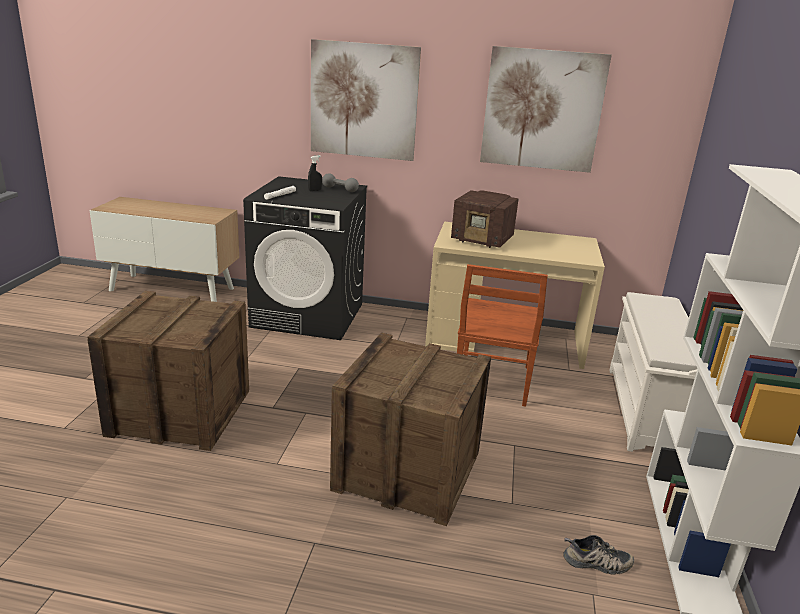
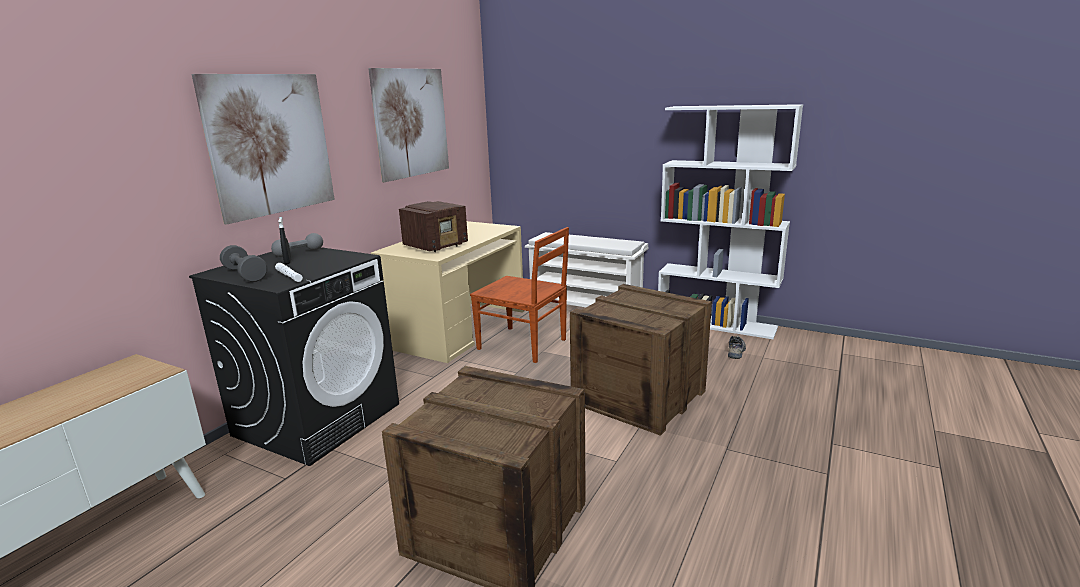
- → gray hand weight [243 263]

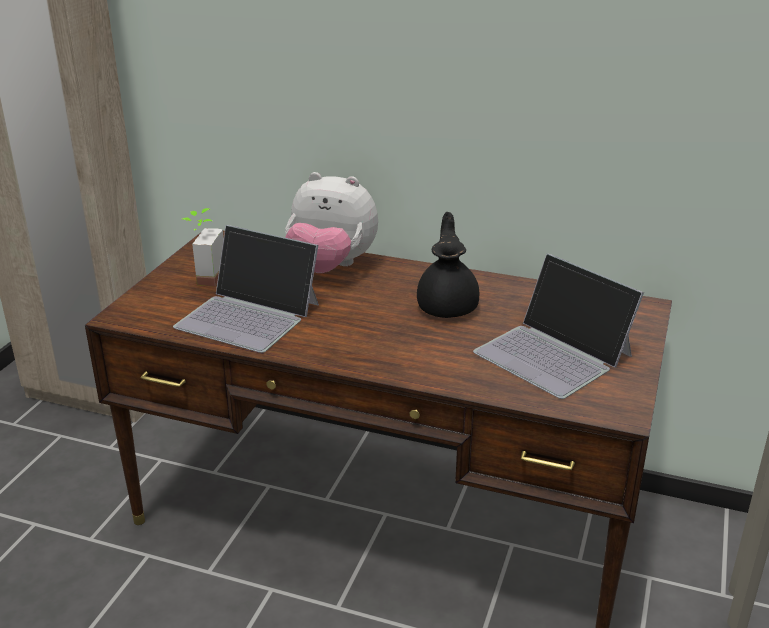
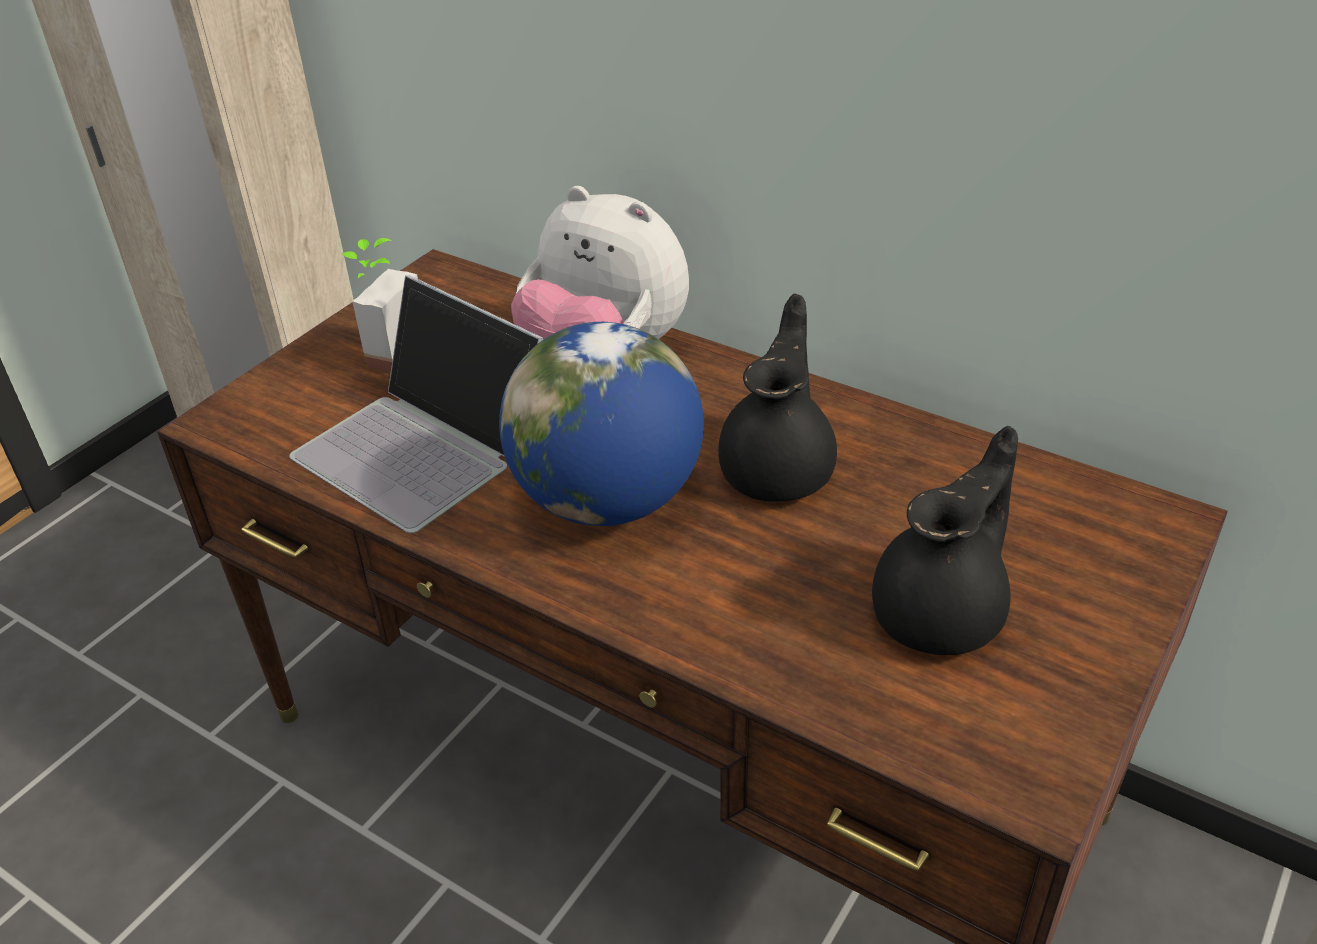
- → globe [601 424]
laptop [558 326] → black-coloured pot for tea [945 540]

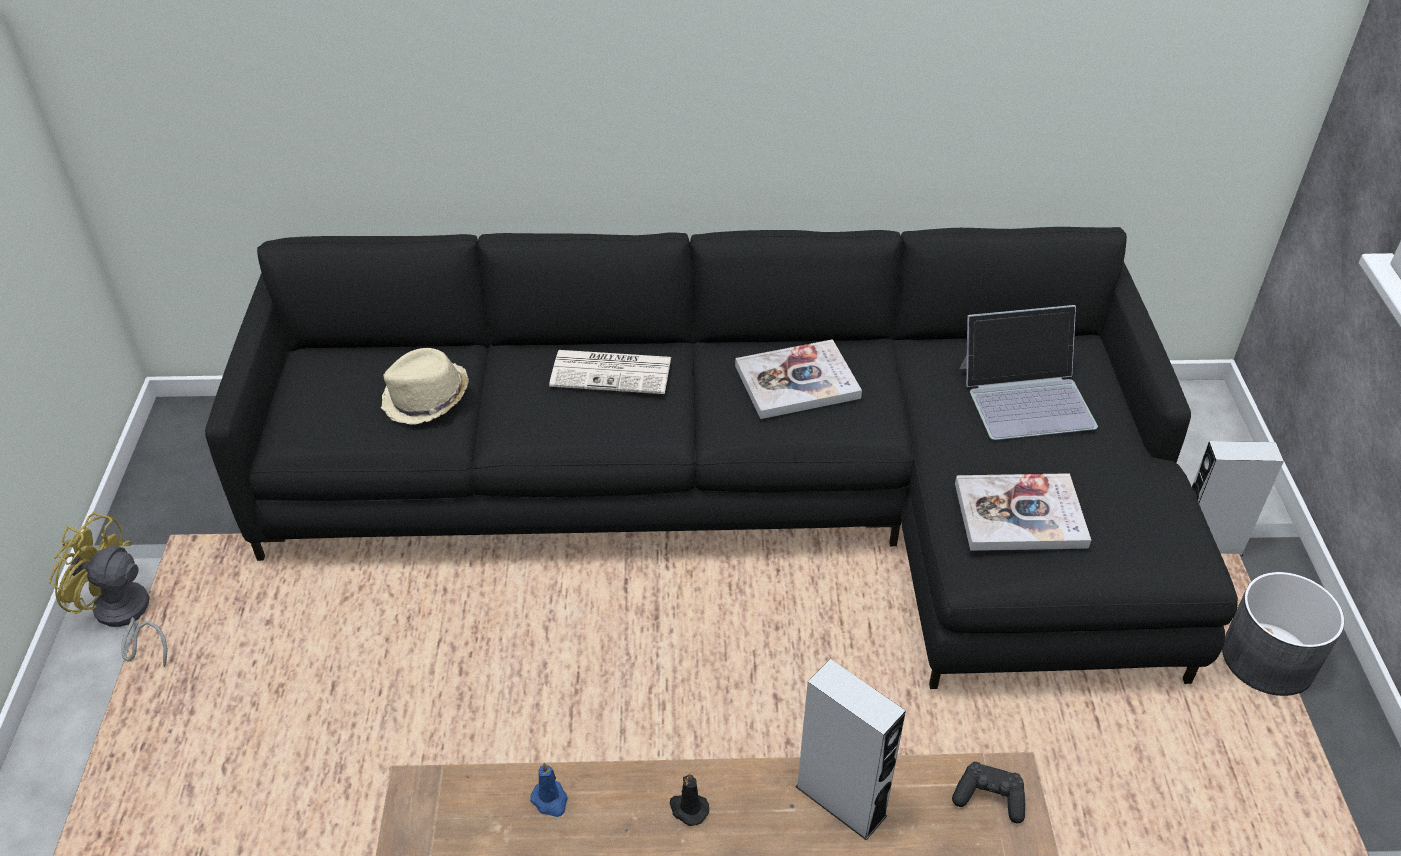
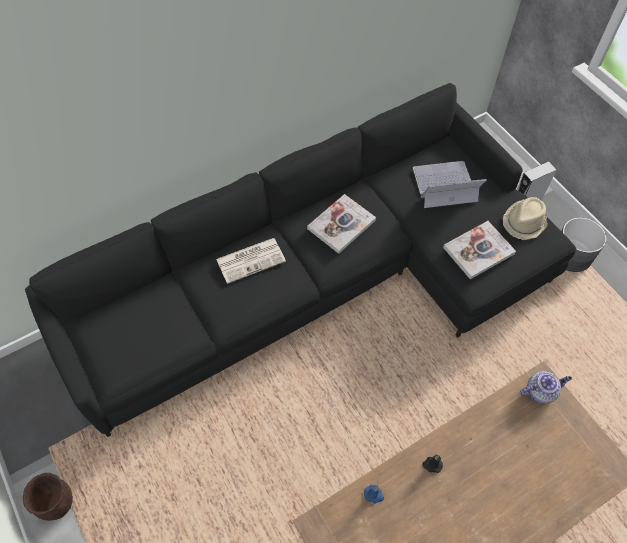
gray audio speaker [850 749] → -
sand-coloured wearable hat [425 386] → sand-coloured wearable hat [525 218], relocated
yellow electric fan [108 589] → brown flower pot [48 497]
black-coloured gamepad [988 792] → pot for tea [546 387]
laptop [1028 372] → laptop [450 184], 150 degrees counterclockwise

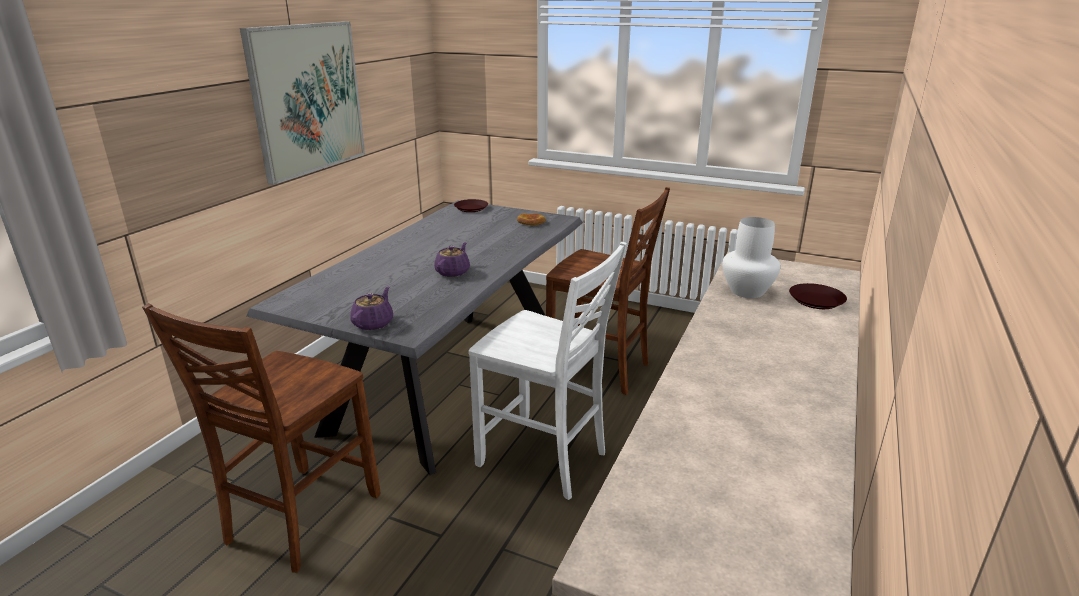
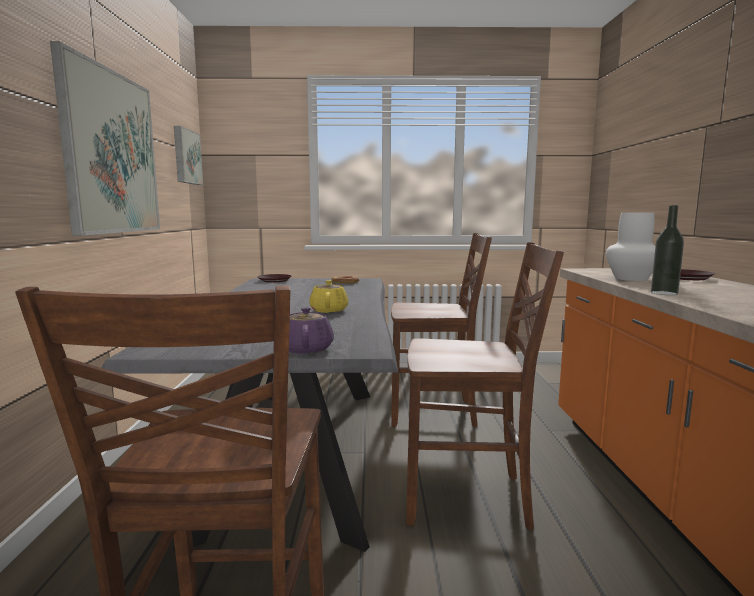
- → wall picture [188 155]
- → bottle [667 250]
purple pot for tea [452 259] → yellow pot for tea [329 296]
white-coloured plain chair [548 371] → brown plain chair [485 386]

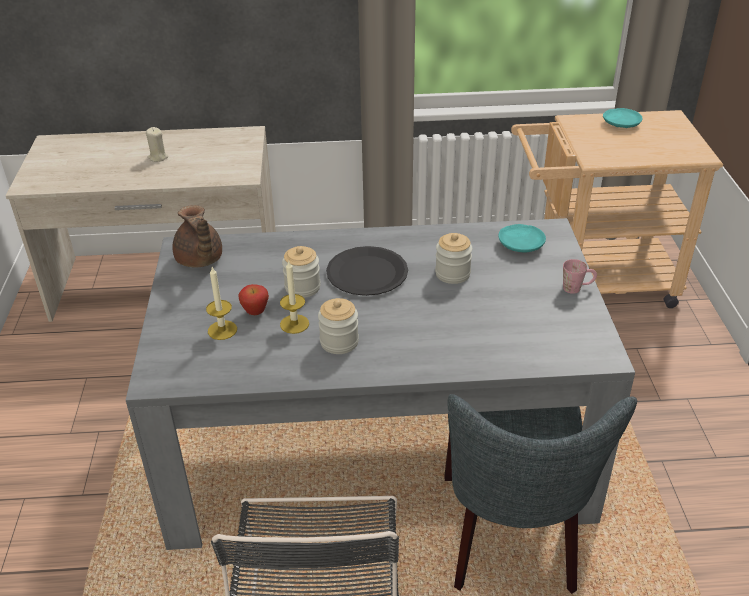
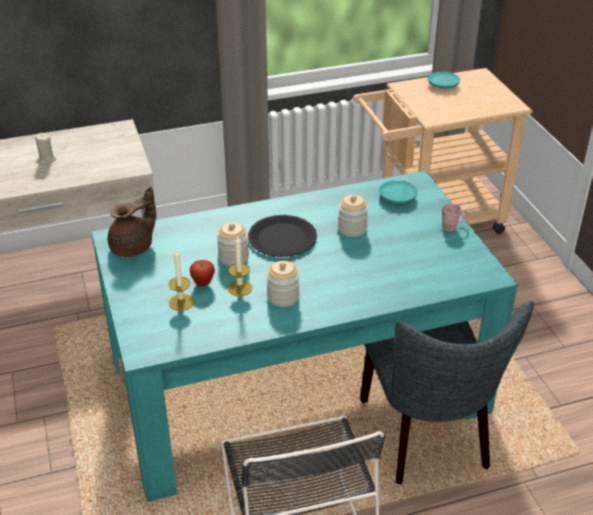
gray kitchen table [380 384] → turquoise-coloured kitchen table [304 336]
brown pot for tea [197 236] → brown pot for tea [132 222], 90 degrees counterclockwise

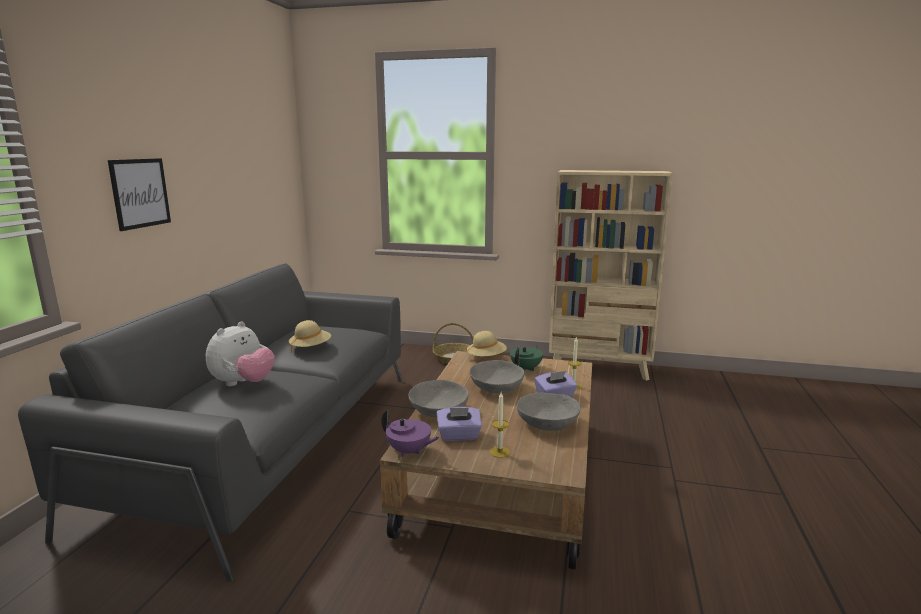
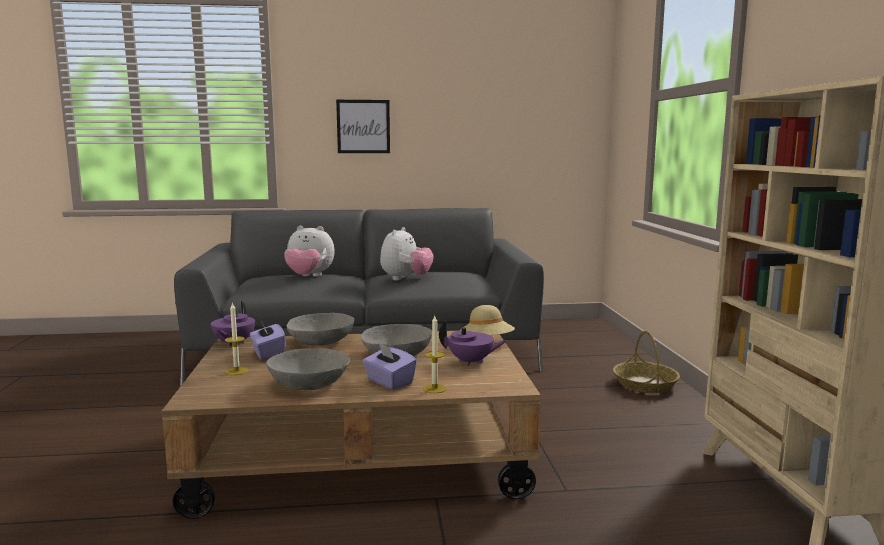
sand-coloured wearable hat [310 336] → soft toy [406 254]
green-coloured pot for tea [526 358] → purple pot for tea [473 343]

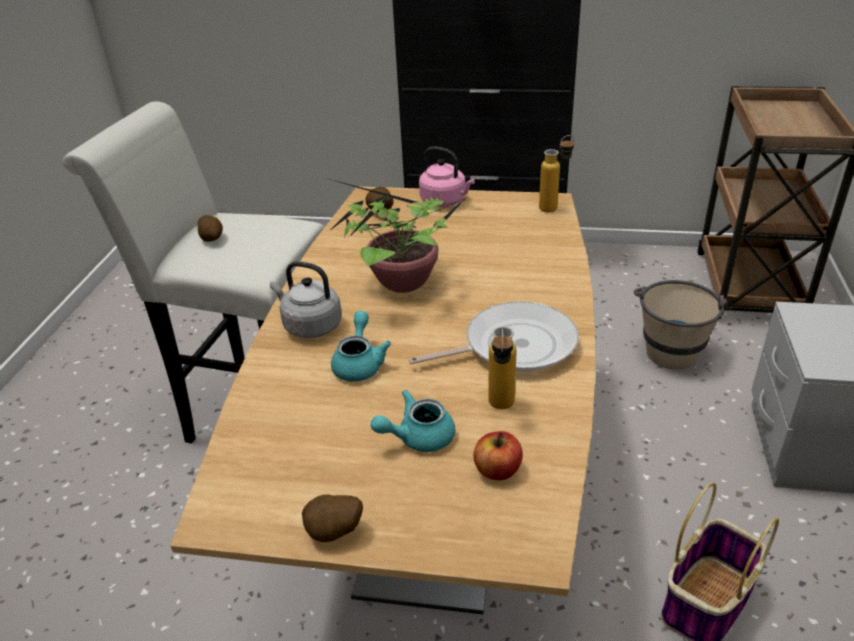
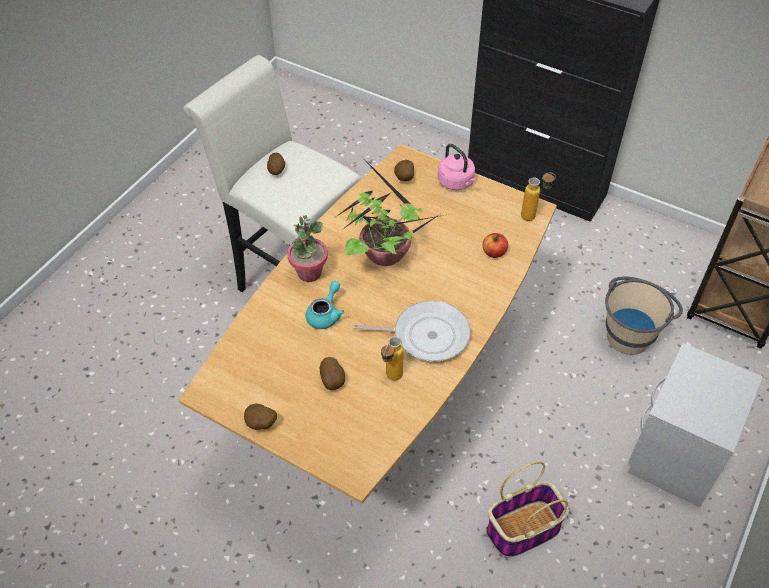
apple fruit [498 455] → apple fruit [495 245], relocated
gray tea kettle [306 299] → potted plant [307 248]
turquoise-coloured pot for tea [413 421] → whole potato [332 373]

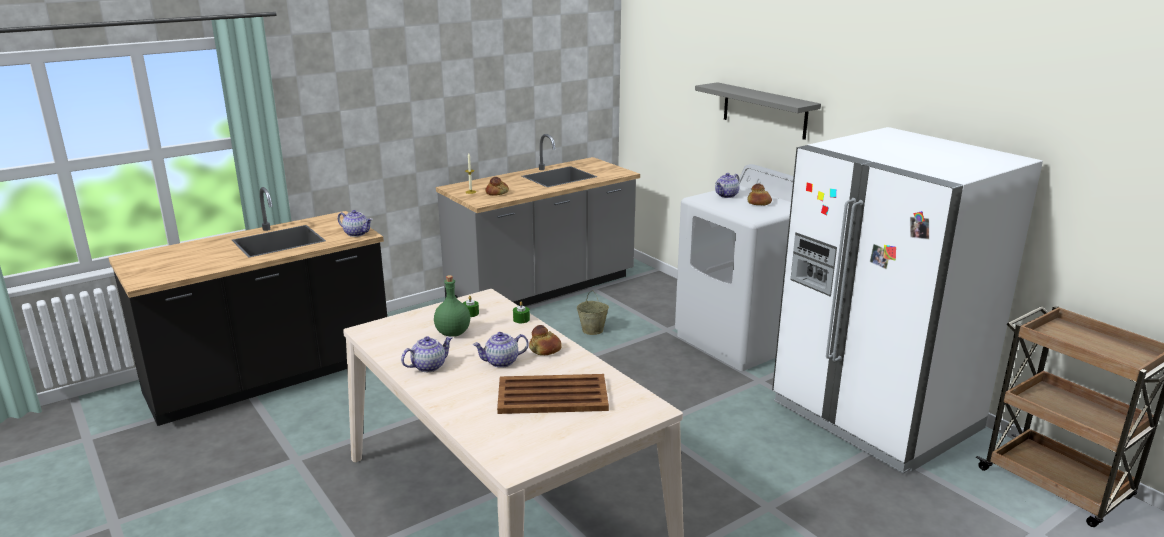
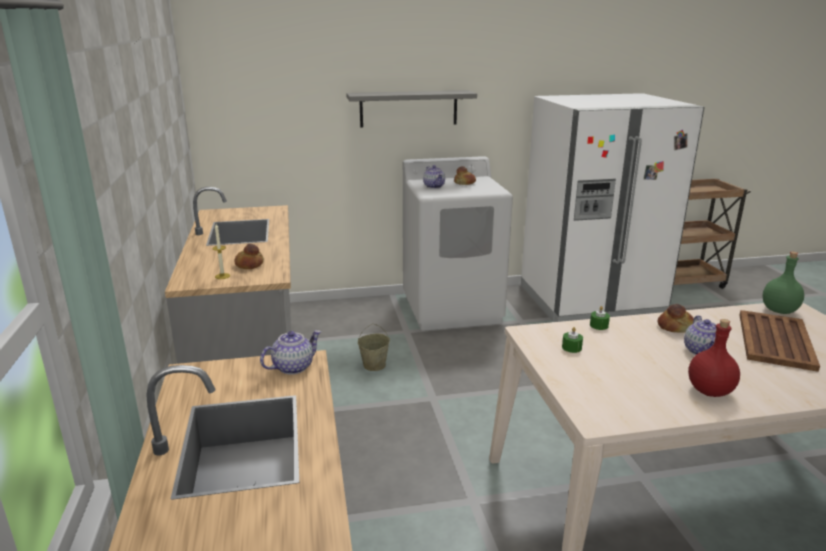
green-coloured bottle [452 306] → green-coloured bottle [783 283], relocated
pot for tea [427 354] → red bottle [714 358]

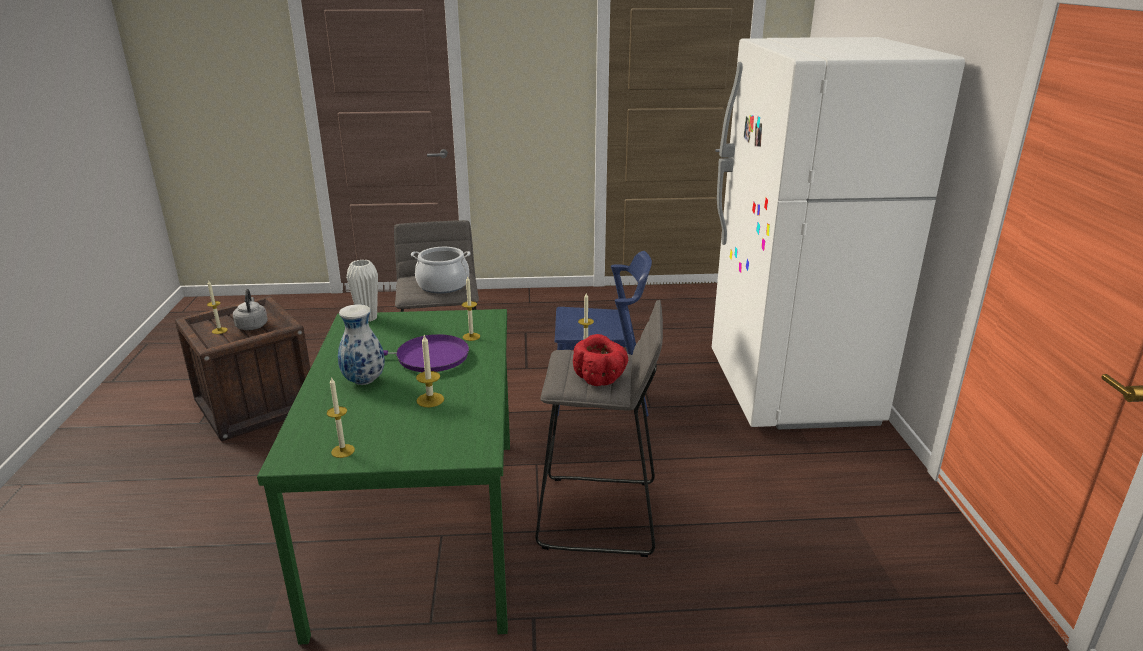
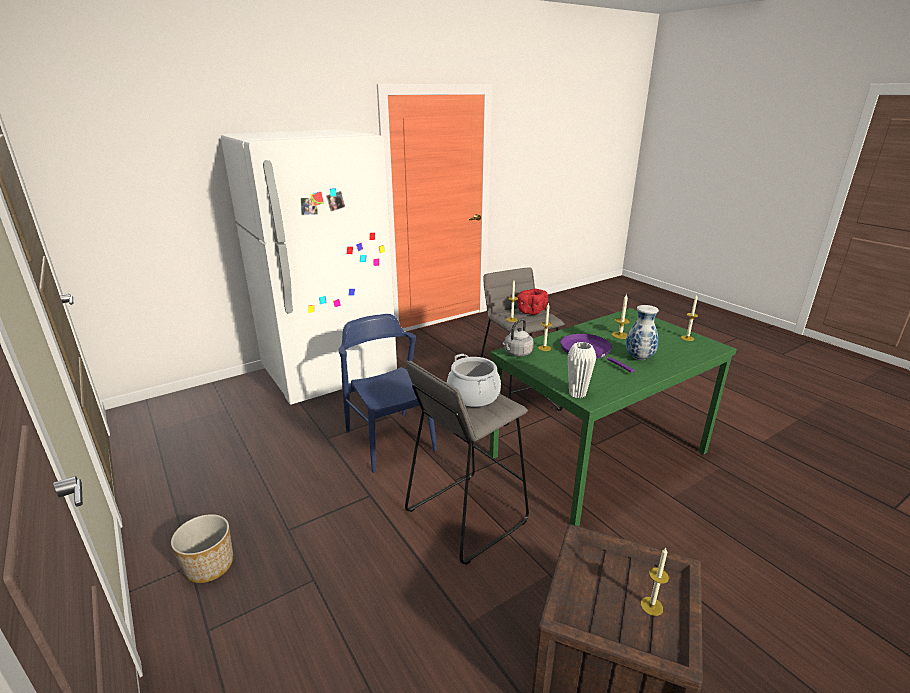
- → flower pot [202 548]
gray tea kettle [250 309] → gray tea kettle [518 338], relocated

